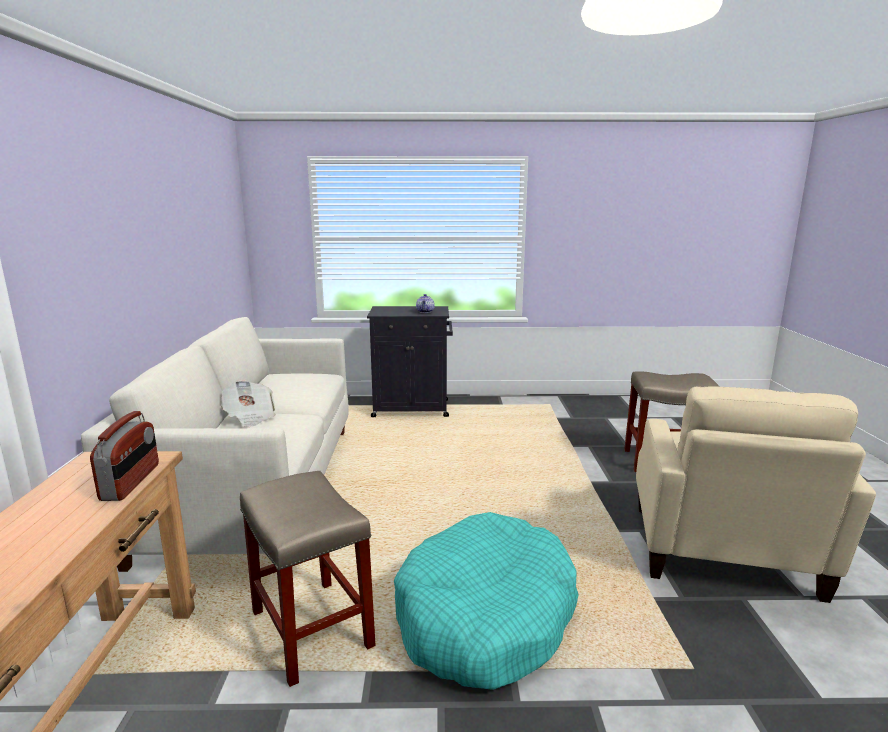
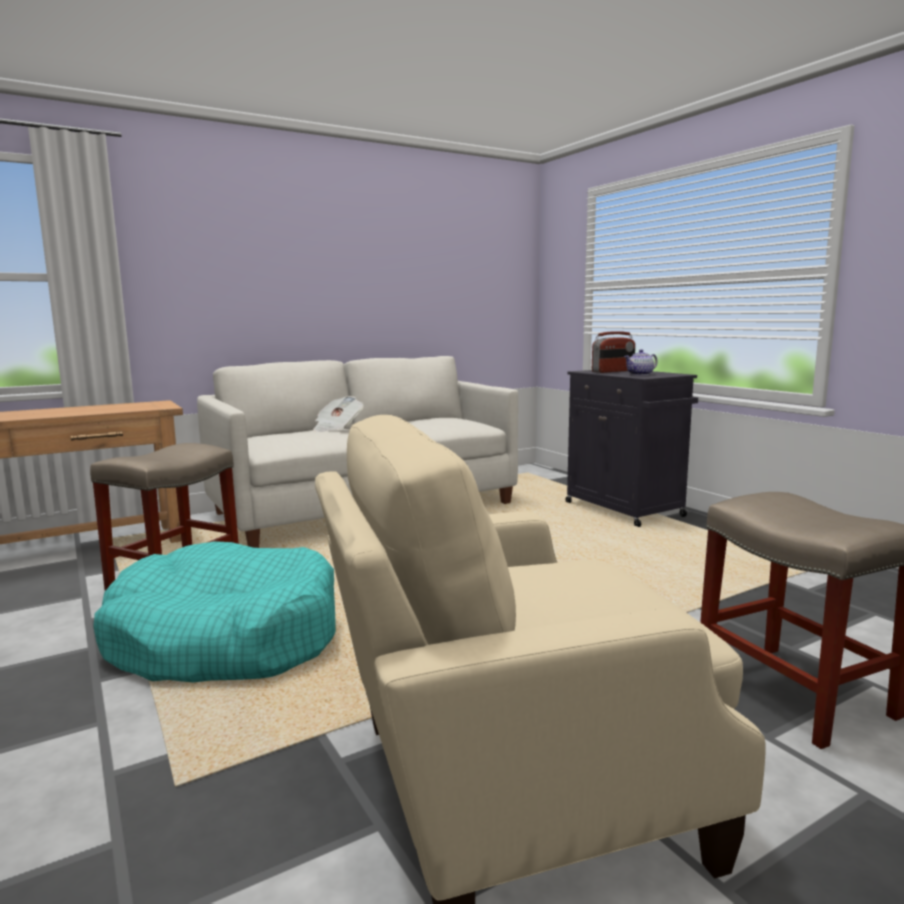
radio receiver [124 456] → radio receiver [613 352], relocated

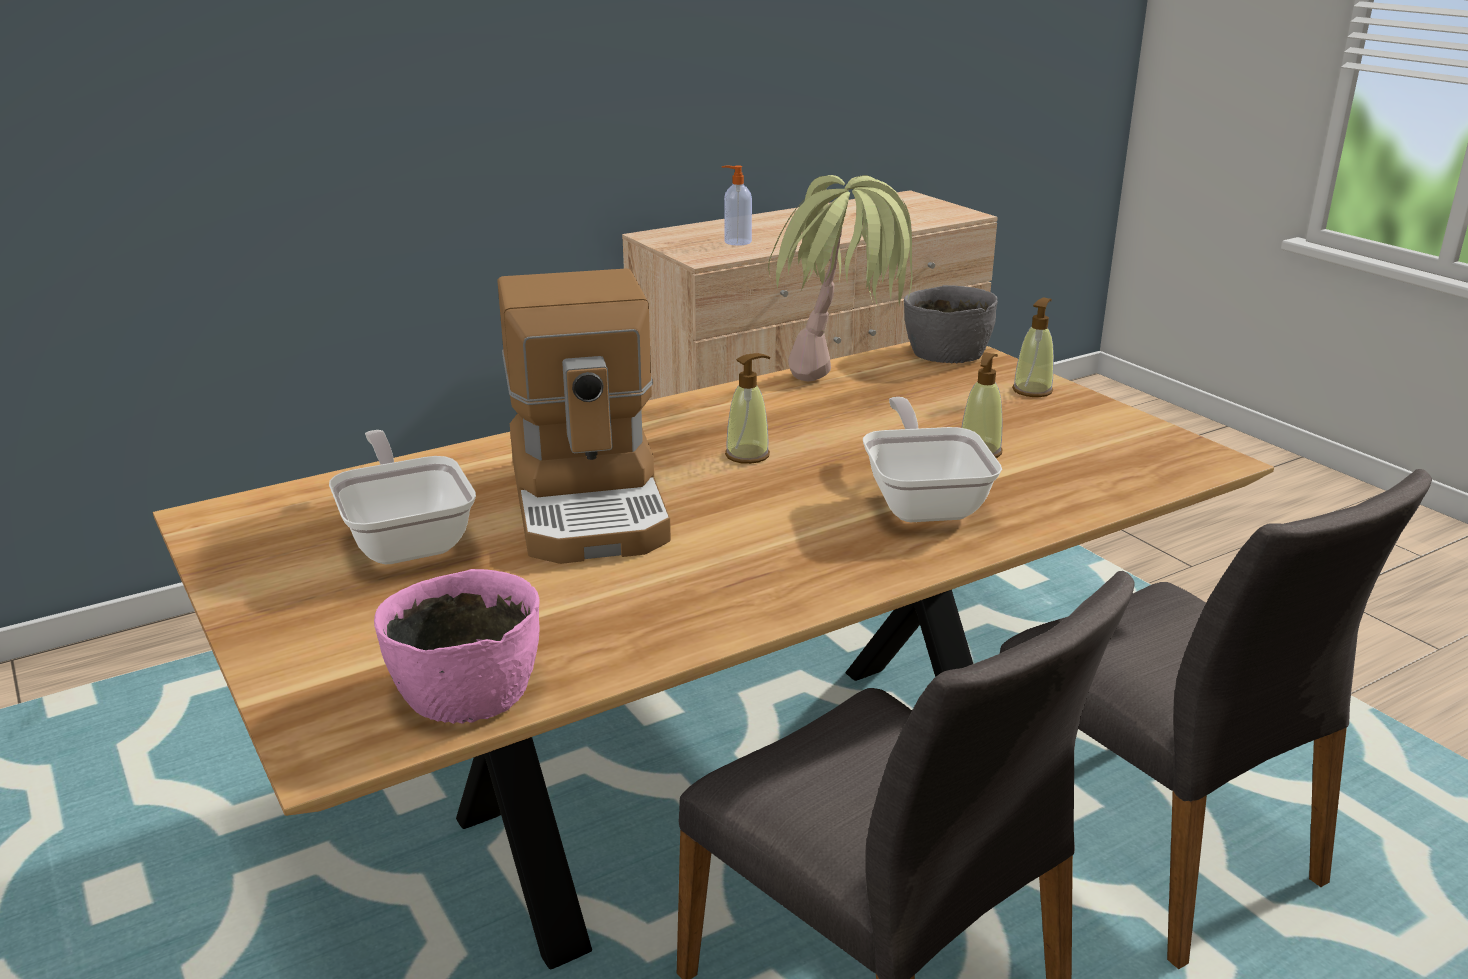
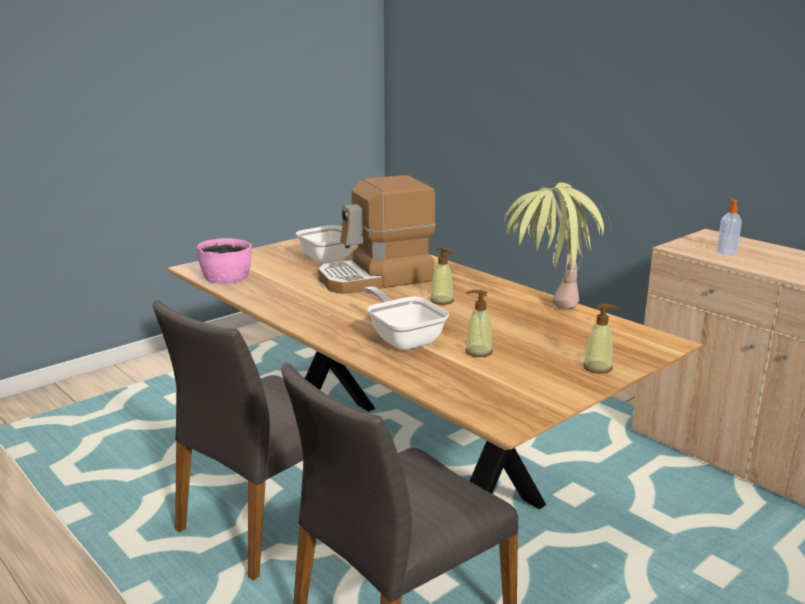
gray serving bowl [951 324] → -
pan [932 459] → pan [406 318], 105 degrees counterclockwise

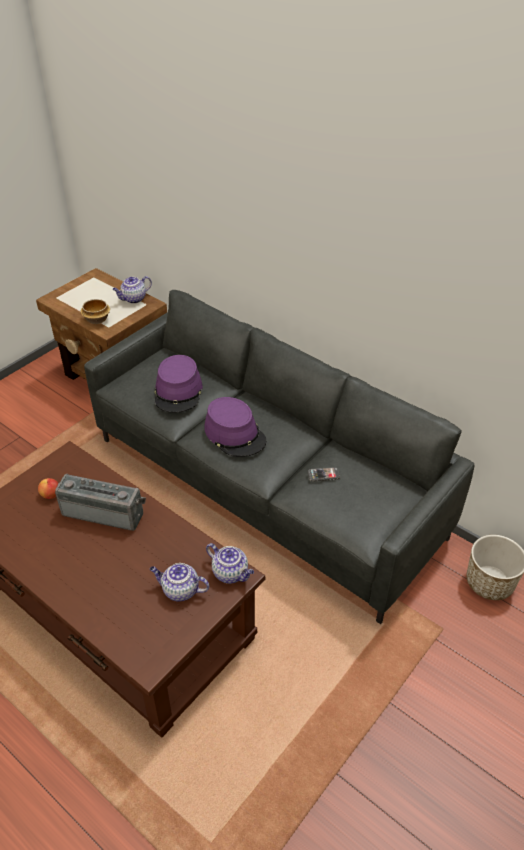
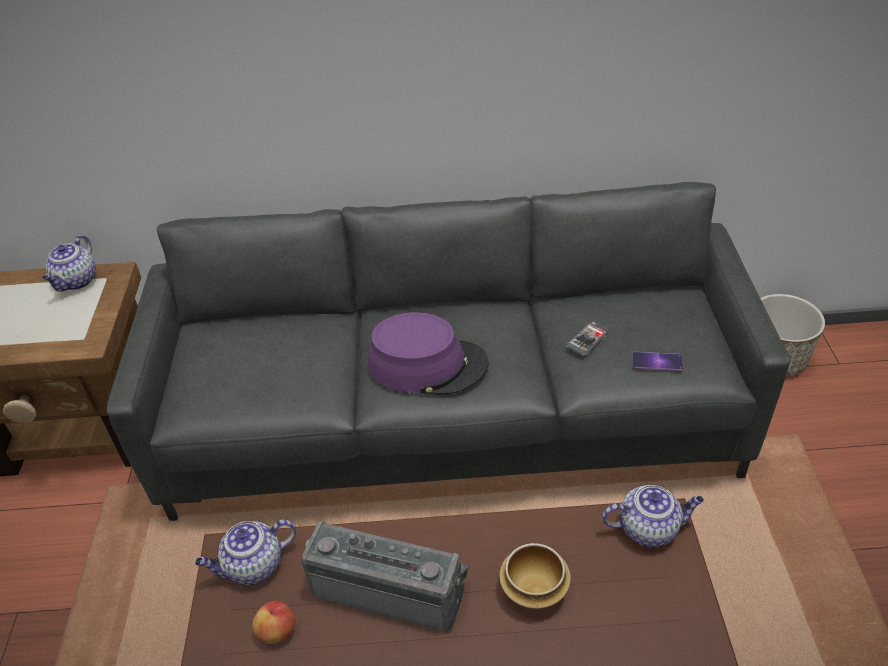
purple wearable hat [179 384] → -
- → phone [658 361]
serving bowl [95 311] → serving bowl [535 576], relocated
pot for tea [179 582] → pot for tea [246 552], relocated
radio receiver [100 502] → radio receiver [385 576], 45 degrees clockwise

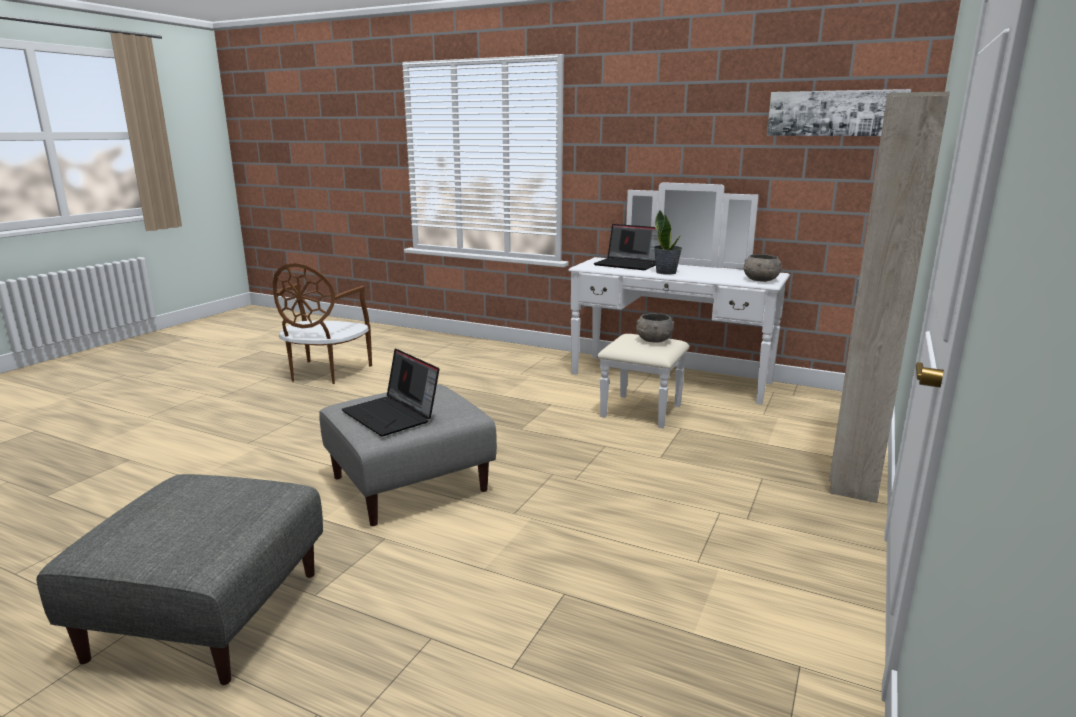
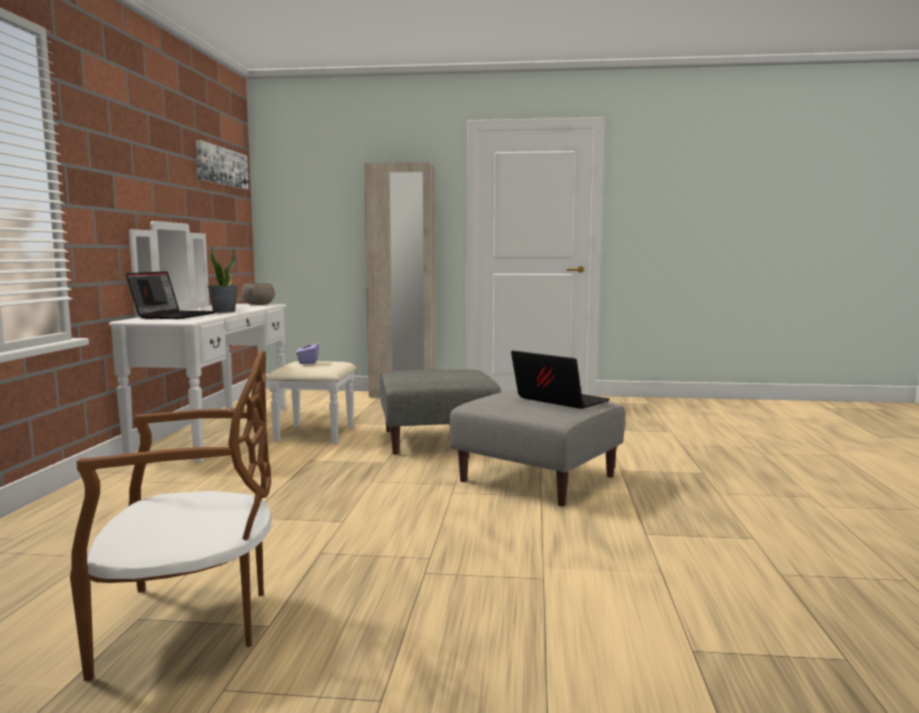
gray footrest [179 579] → gray footrest [440 412], relocated
gray serving bowl [655 328] → purple tissue holder [307 351]
laptop [390 392] → laptop [560 379], 75 degrees counterclockwise

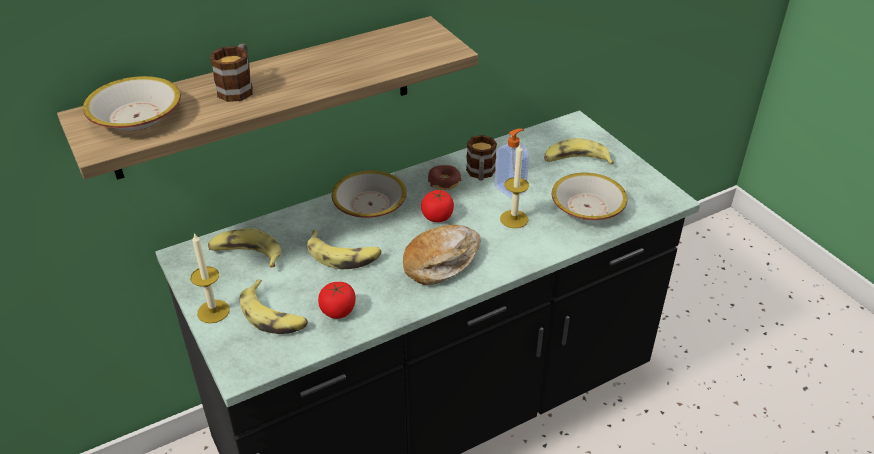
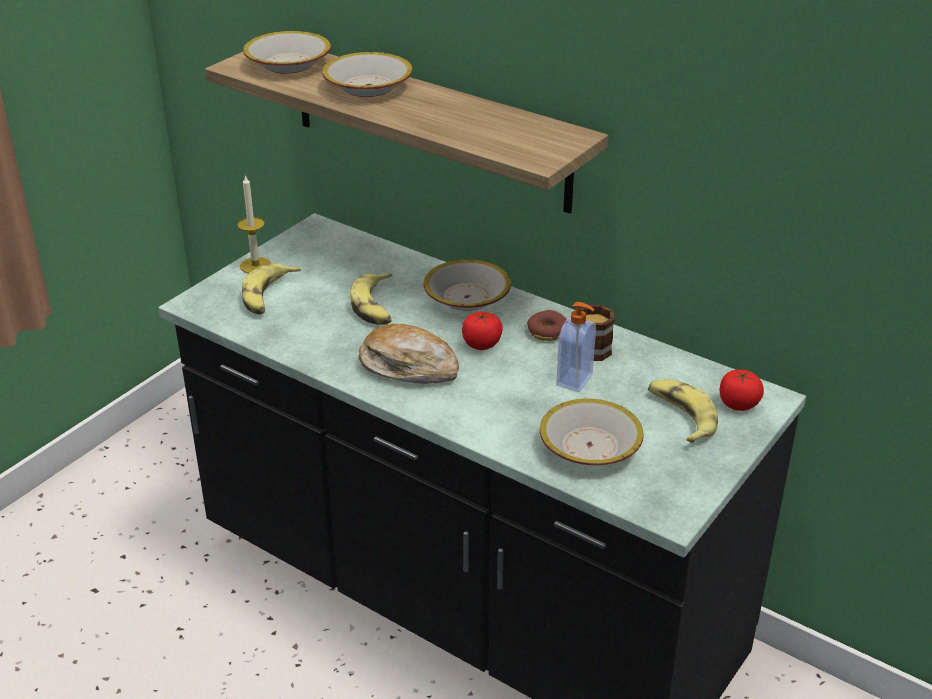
whole banana [244 248] → -
wax candle [514 186] → -
whole tomato [337 300] → whole tomato [742 390], relocated
mug [231 73] → serving bowl [367 74]

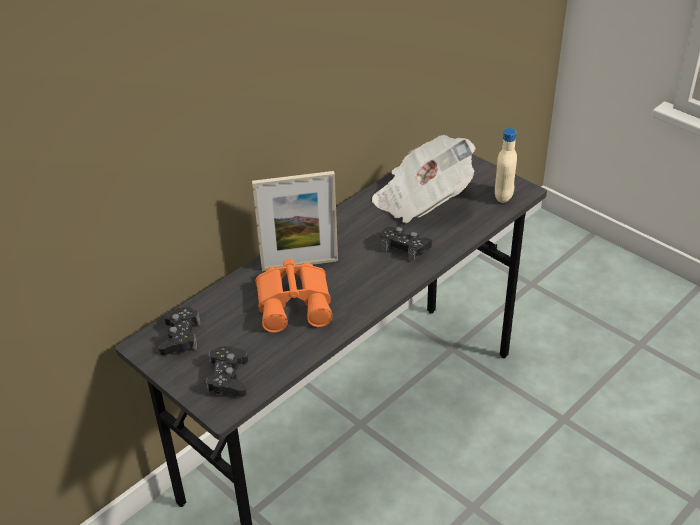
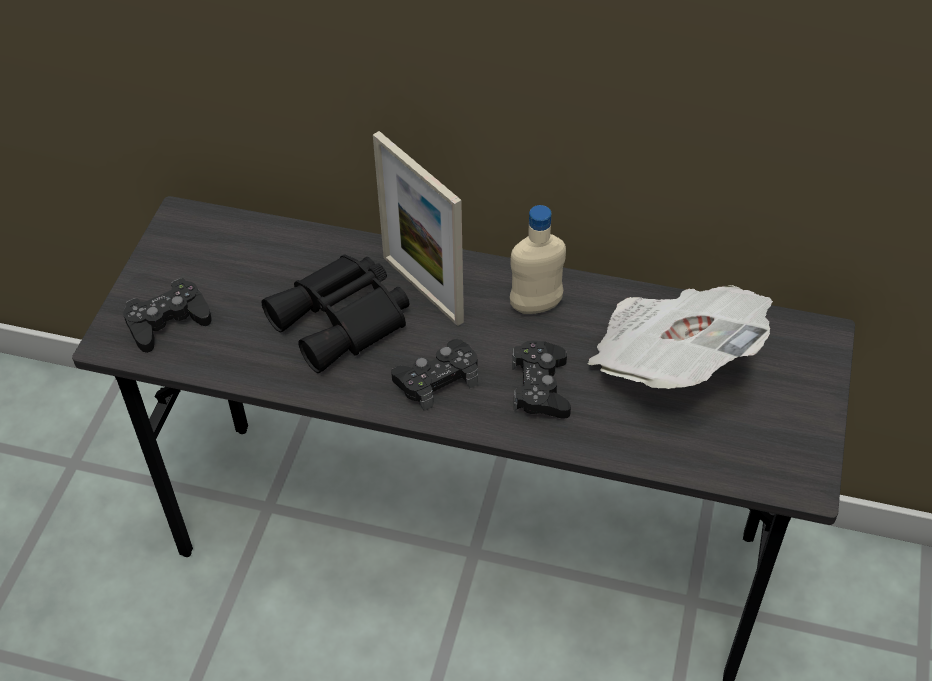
black-coloured gamepad [179 331] → black-coloured gamepad [434 375], relocated
sand-coloured bottle [506 165] → sand-coloured bottle [538 259], relocated
orangey binoculars [294 296] → black-coloured binoculars [335 313]

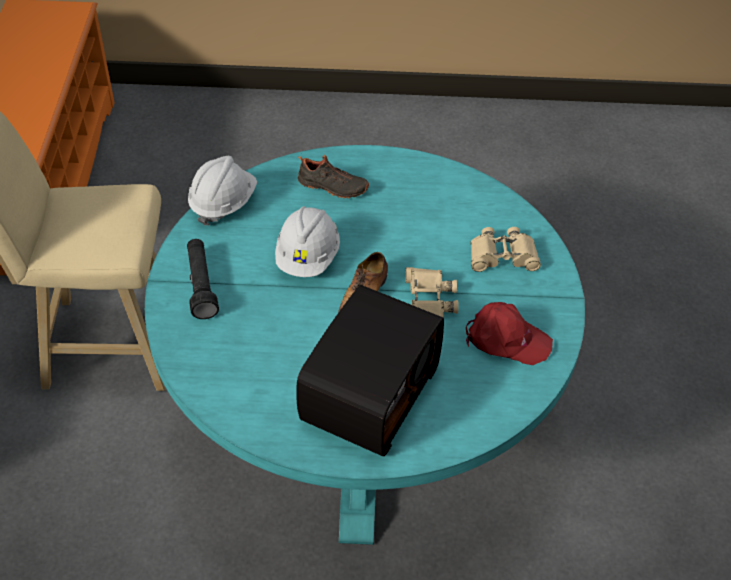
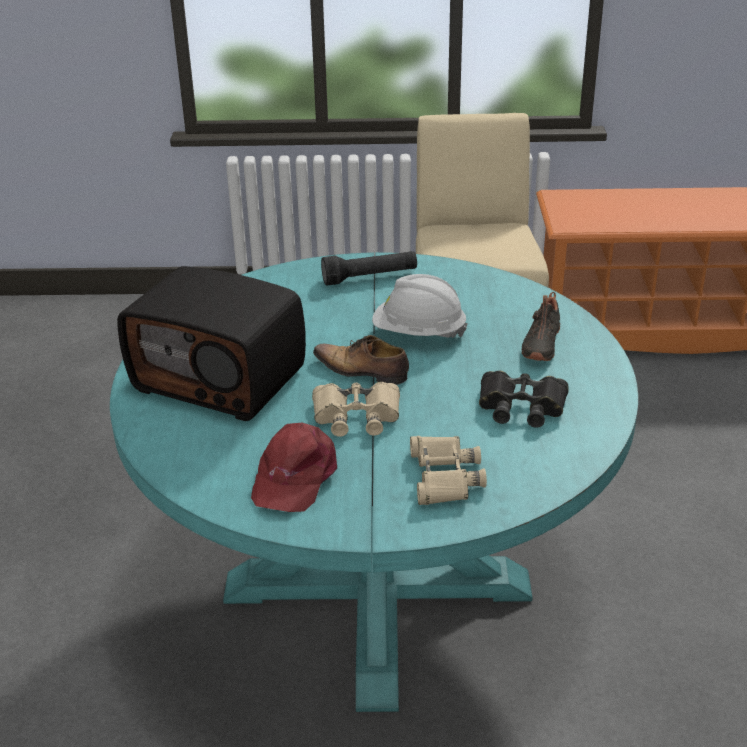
white-coloured hard hat [222 191] → -
- → black-coloured binoculars [524 399]

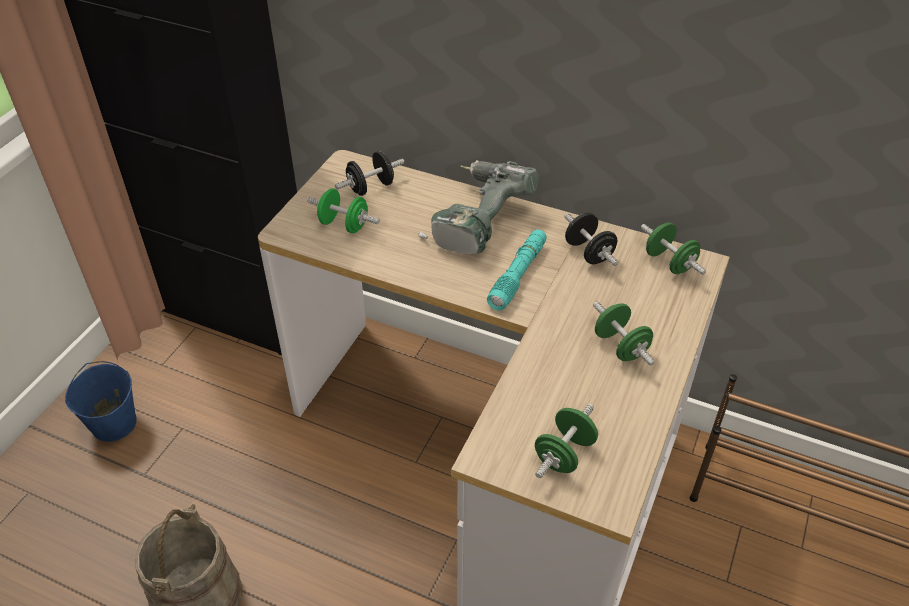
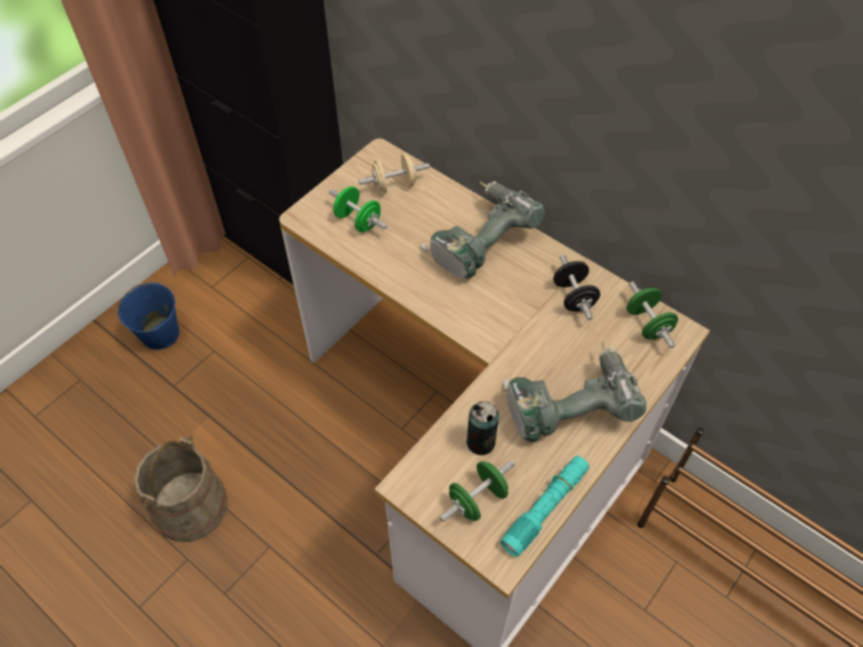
- → can [482 428]
turquoise-coloured flashlight [517 270] → turquoise-coloured flashlight [544 506], relocated
green-coloured hand weight [624 334] → power drill [574 391]
black-coloured hand weight [370 173] → sand-coloured hand weight [394 173]

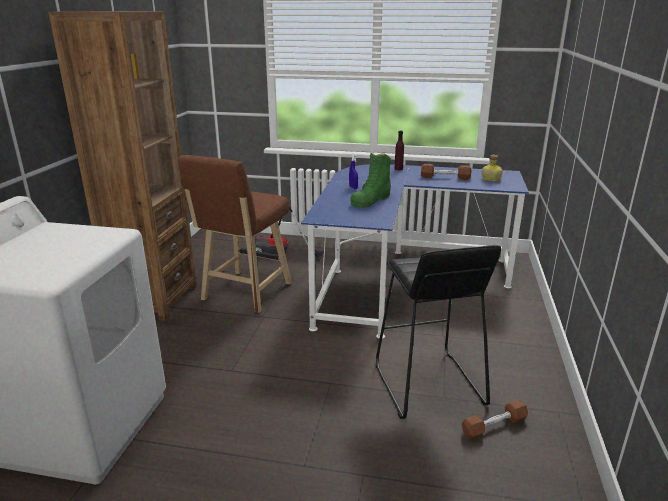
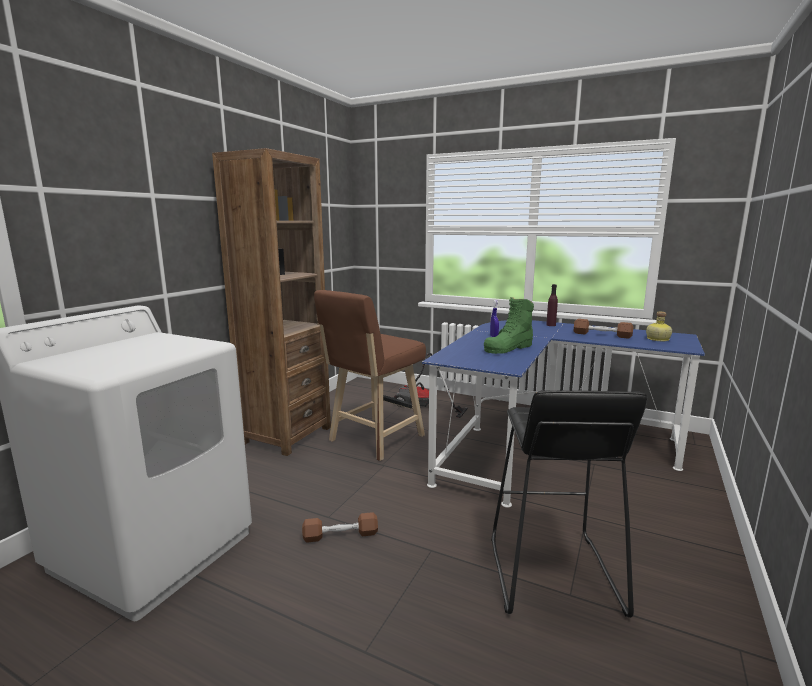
brown hand weight [495 420] → brown hand weight [340 527], relocated

